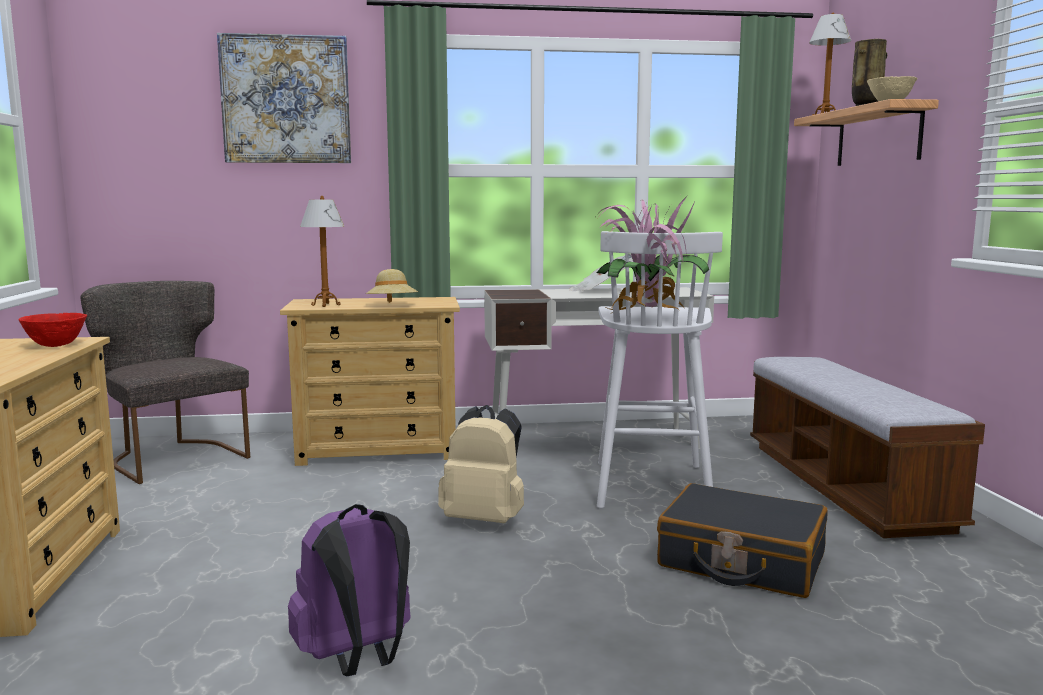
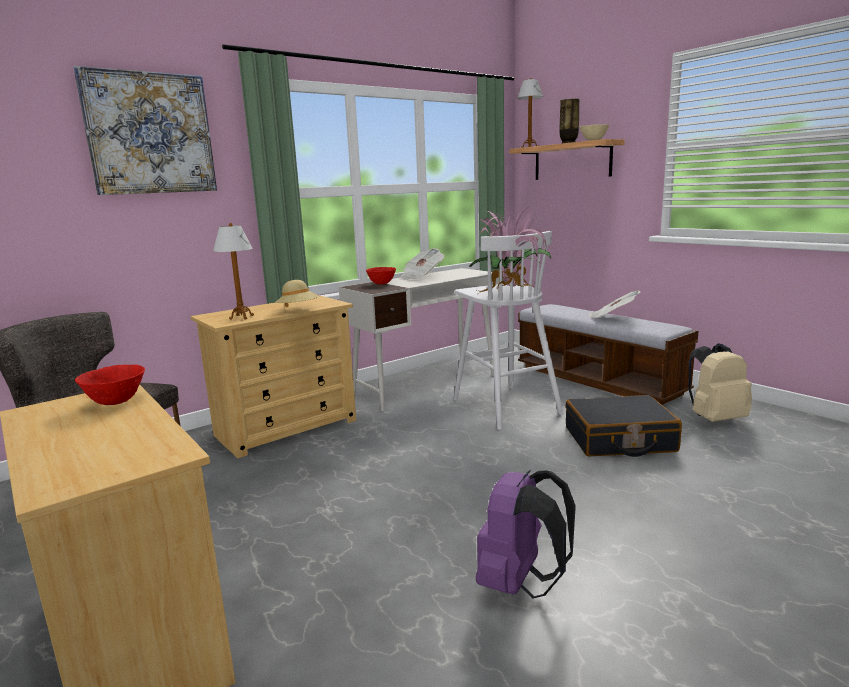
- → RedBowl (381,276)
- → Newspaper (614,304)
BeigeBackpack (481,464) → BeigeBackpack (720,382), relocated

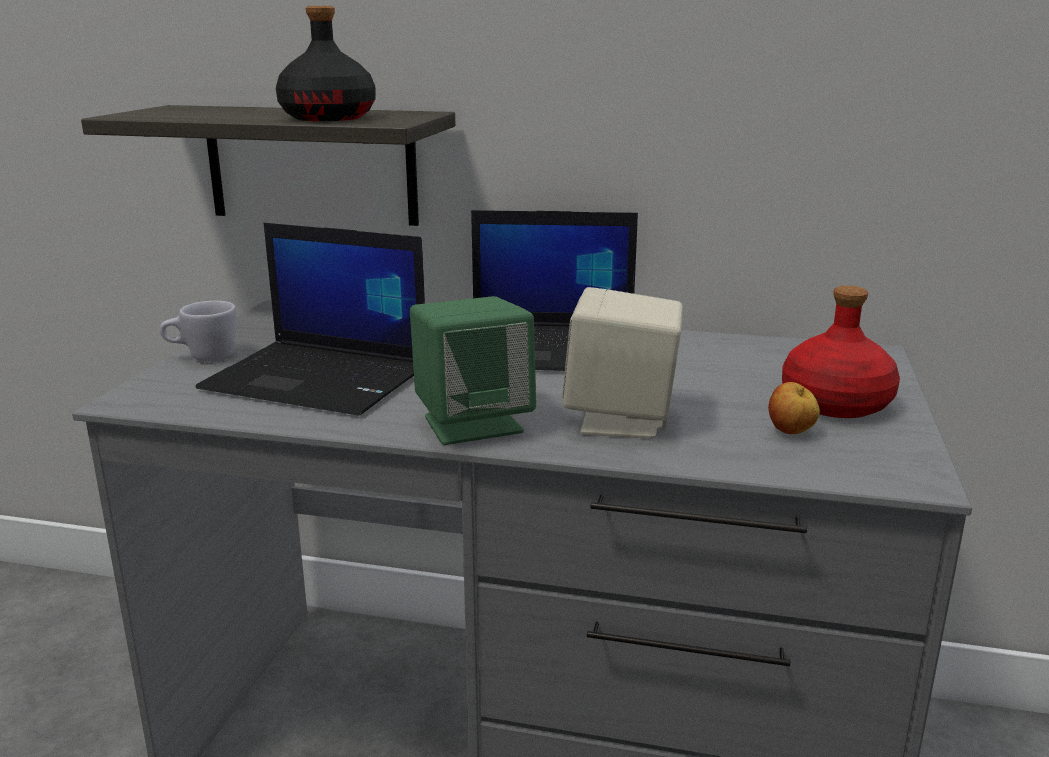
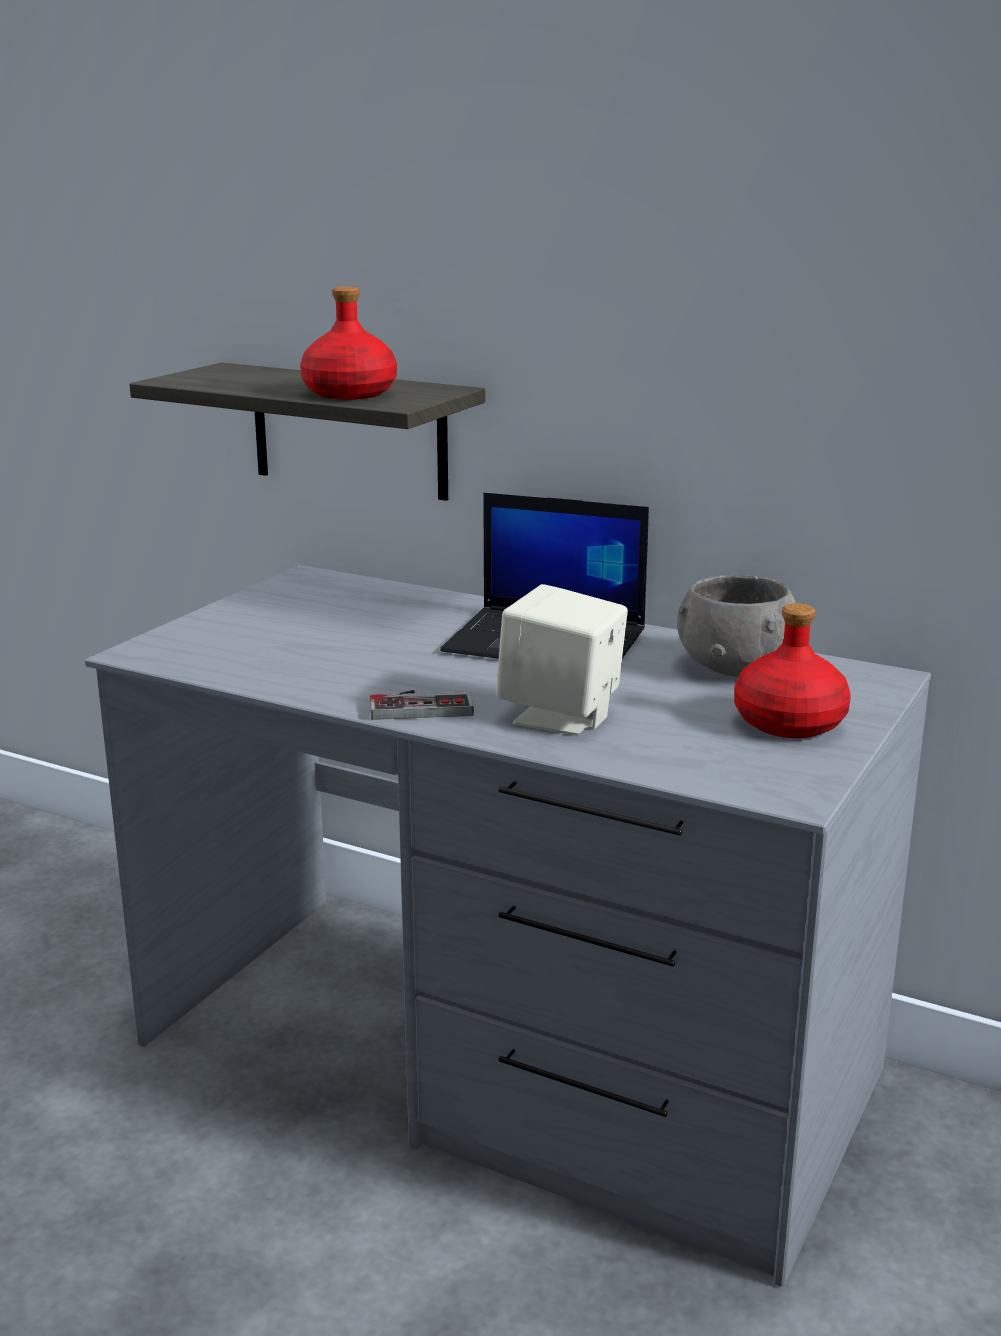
WhiteMug (198,331) → -
Laptop (310,319) → -
Apple (794,408) → -
- → GreyBowl (736,626)
GreenSpeaker (473,370) → GameController (422,705)
BlackBottle (325,63) → RedBottle (348,342)

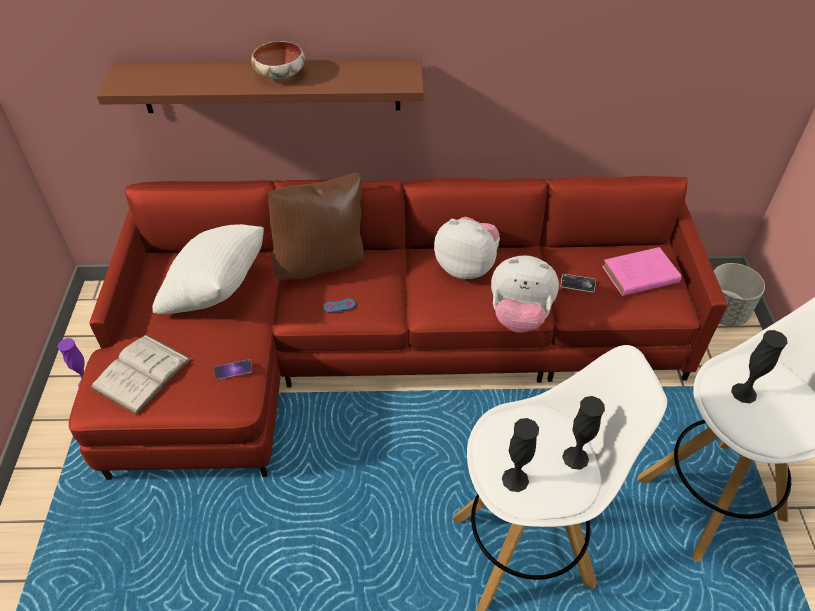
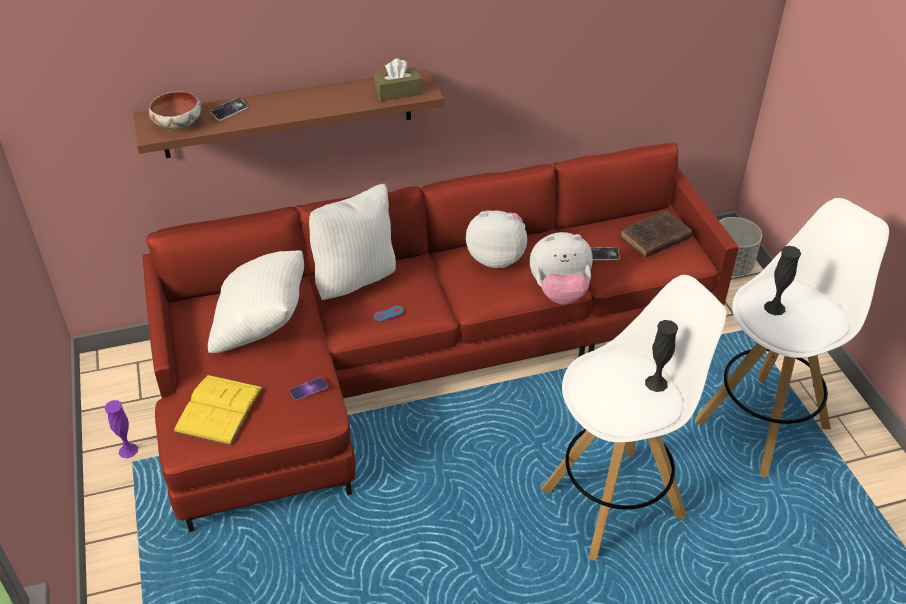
BlackVase (520,455) → -
- → Phone (229,109)
- → BrownTissueBox (398,79)
Bowl (278,60) → Bowl (175,110), relocated
WhiteBook (141,375) → YellowBook (218,410)
BrownPillow (315,226) → WhitePillow (352,242)
PinkBook (641,271) → BrownBook (656,234)

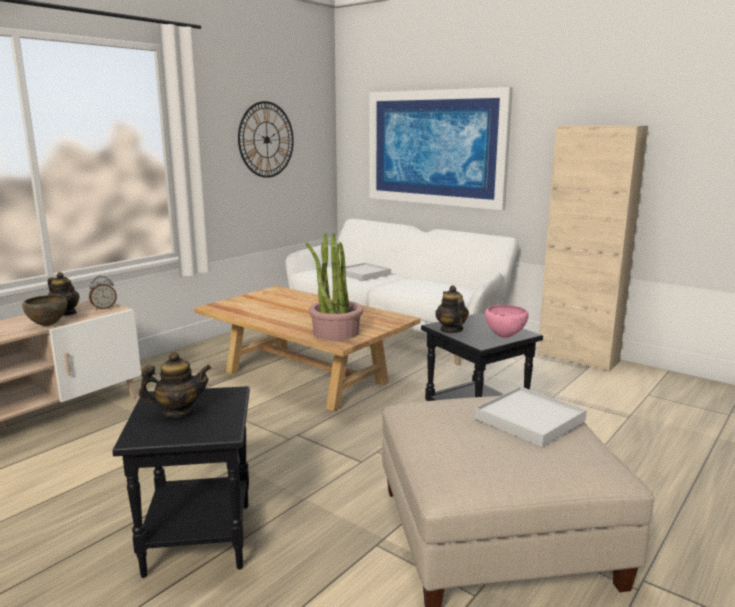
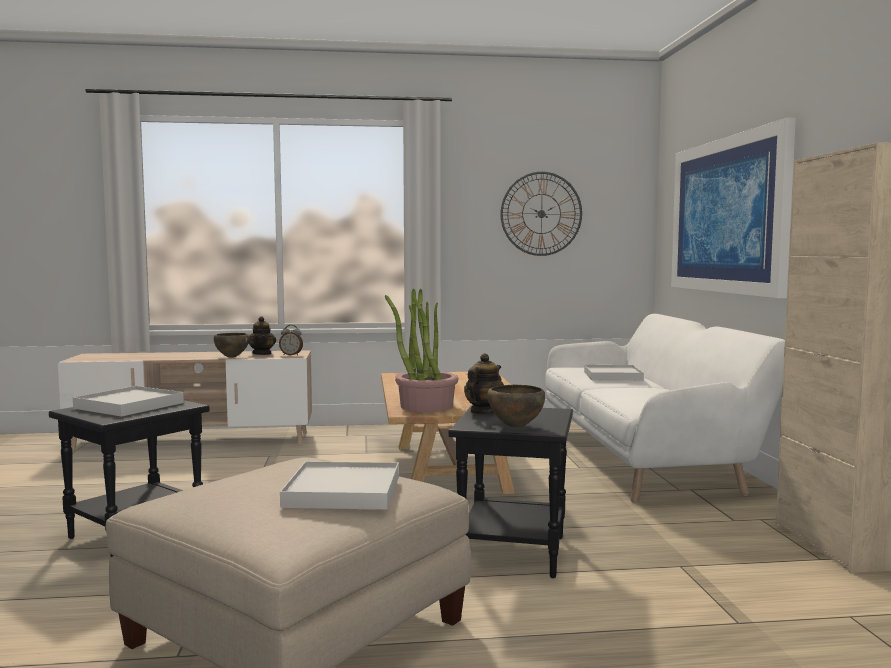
Teapot (175,385) → WhiteTray (128,401)
PinkBowl (506,321) → BrownBowl (516,406)

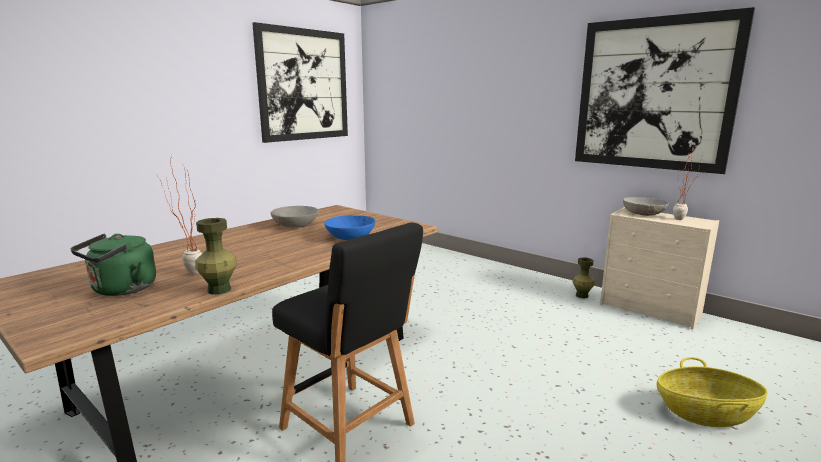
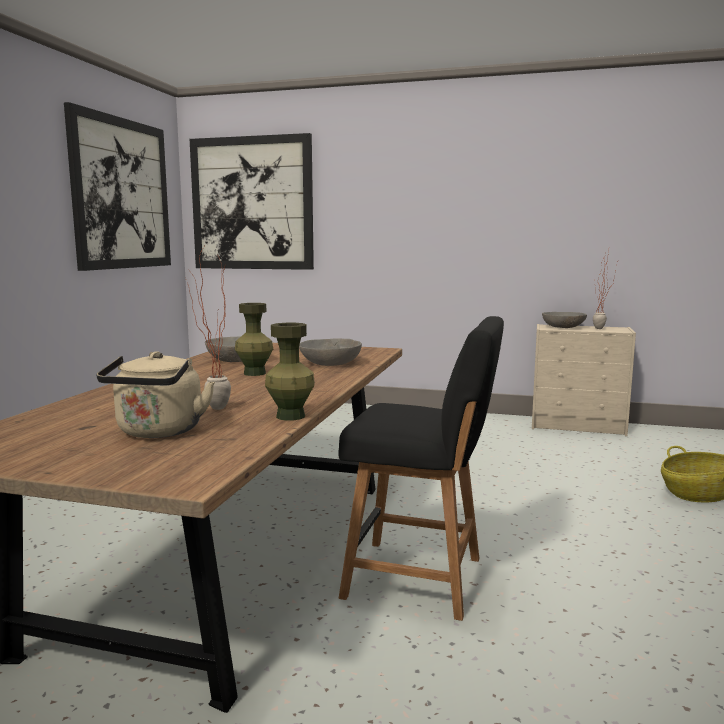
GreenVase (583,277) → GreenVase (254,339), relocated
Picture (665,90) → Picture (252,201), relocated
GreenKettle (113,265) → BeigeKettle (156,394)
BlueBowl (349,227) → GreyBowl (330,352)

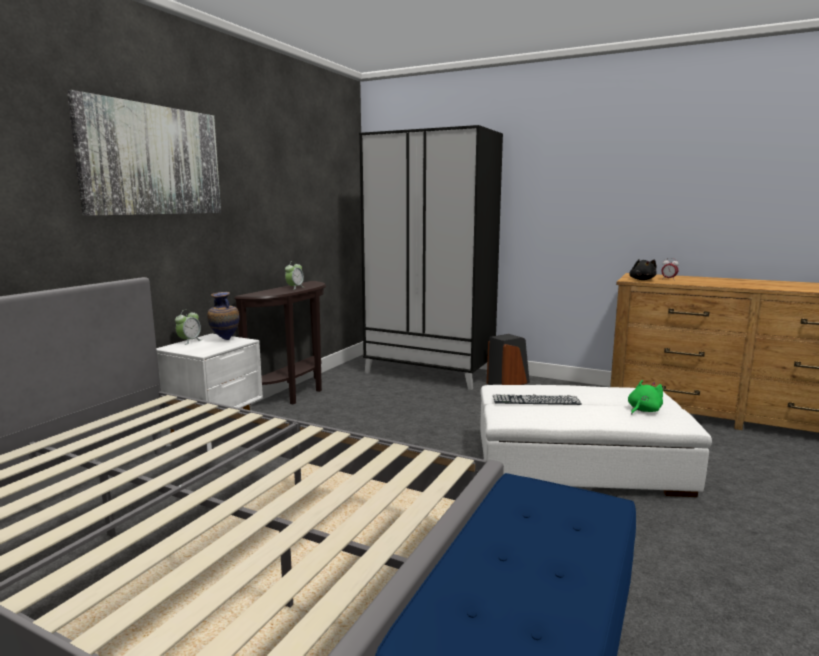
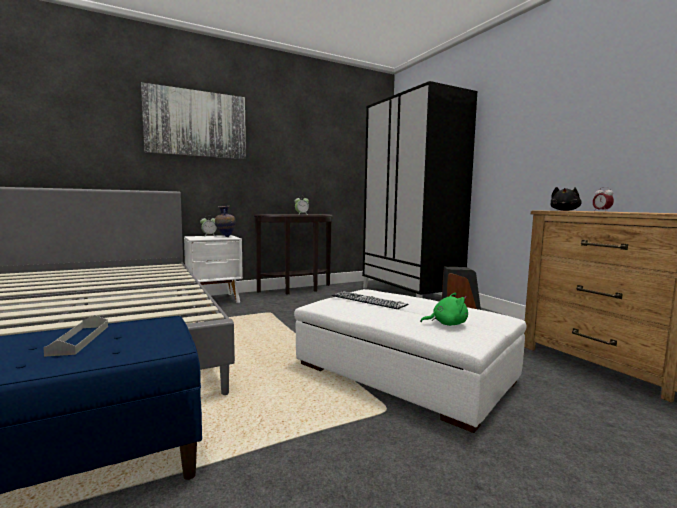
- → GreyTray (75,336)

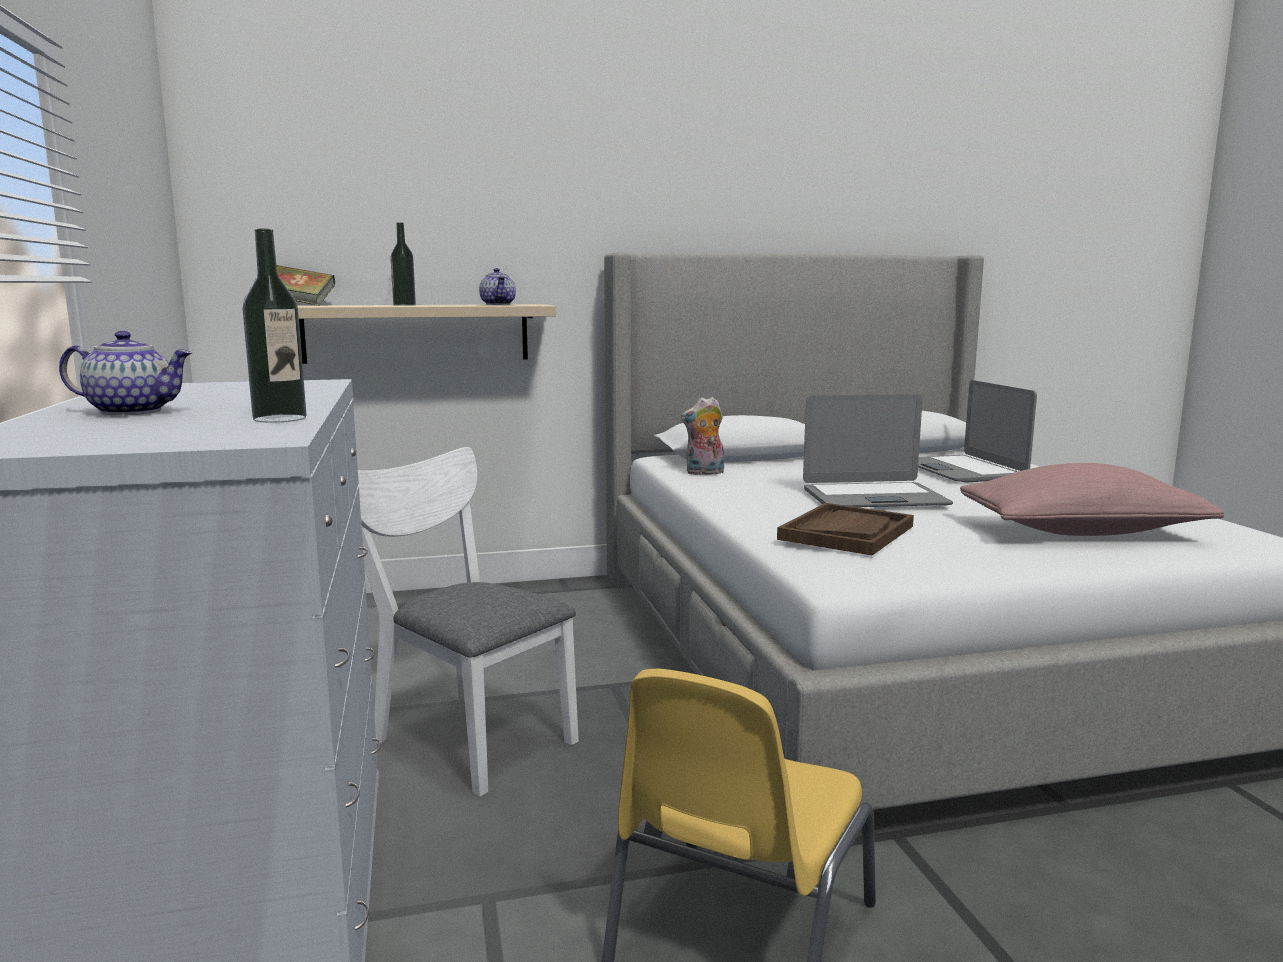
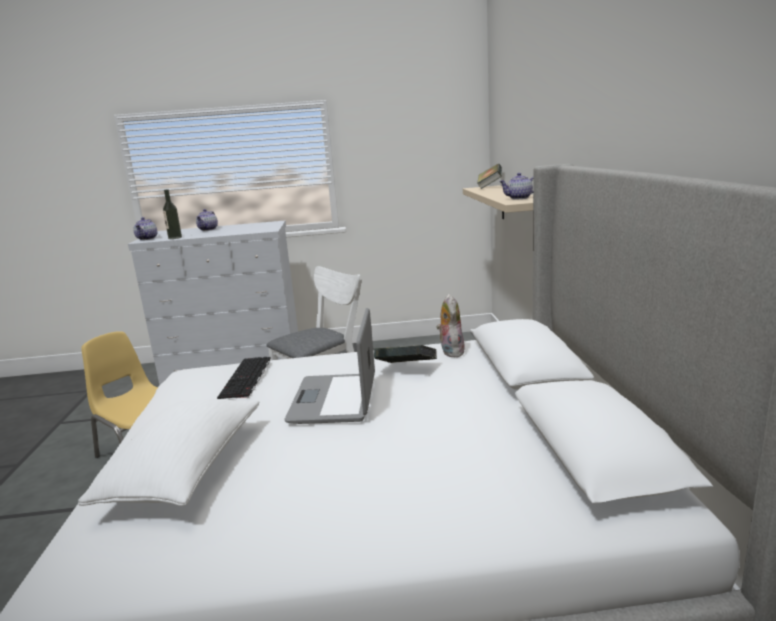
Bottle (403,264) → -
Laptop (977,431) → -
- → Teapot (145,228)
- → Book (405,354)
BrownTray (845,529) → Keyboard (244,378)
PinkPillow (1092,499) → WhitePillow (169,452)

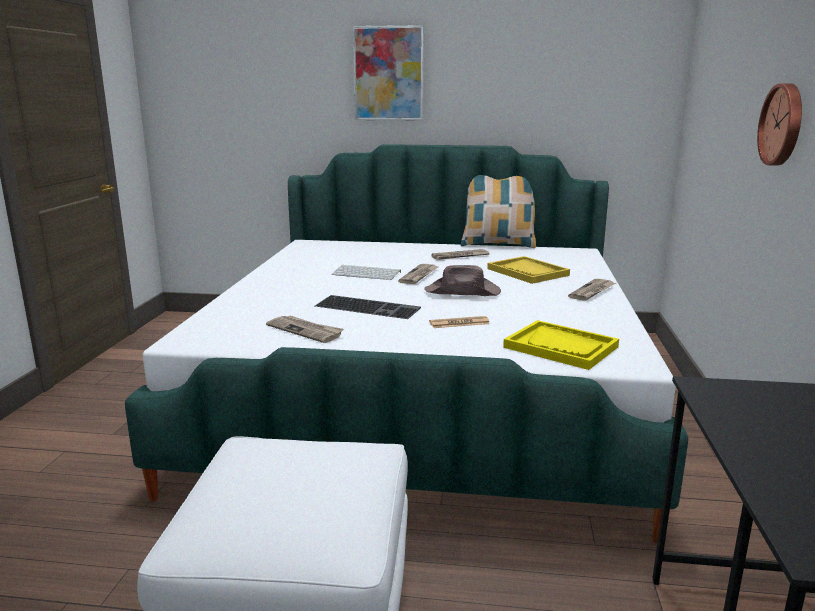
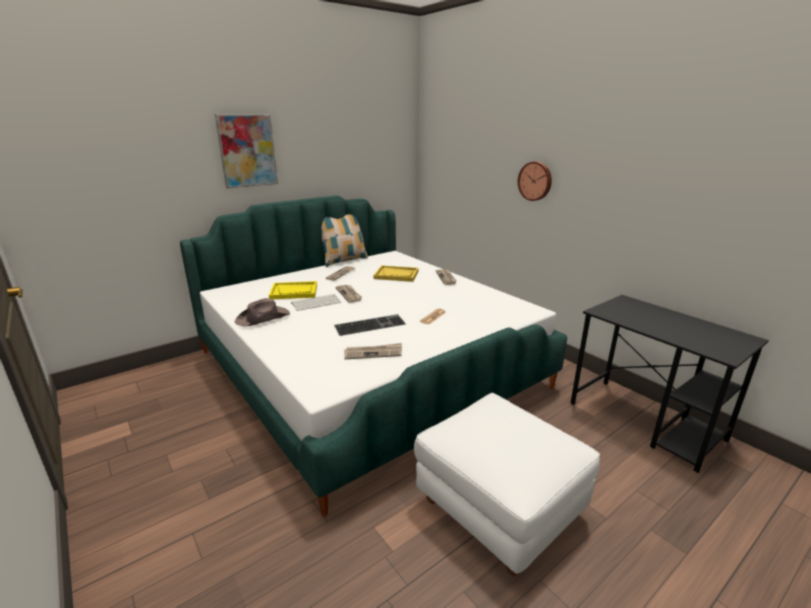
BrownHat (462,280) → BrownHat (262,312), relocated
YellowTray (561,345) → YellowTray (293,290), relocated

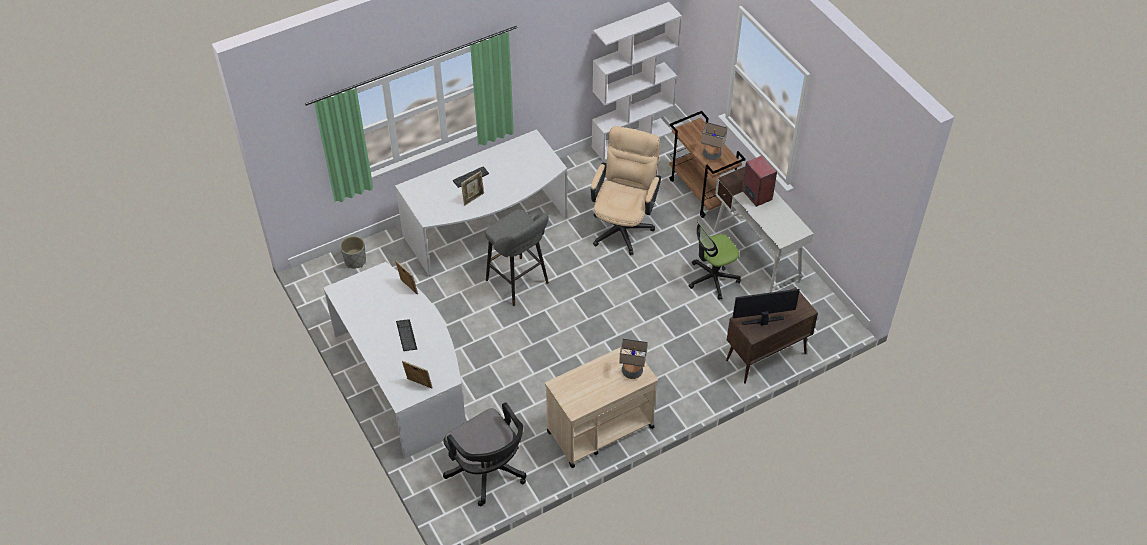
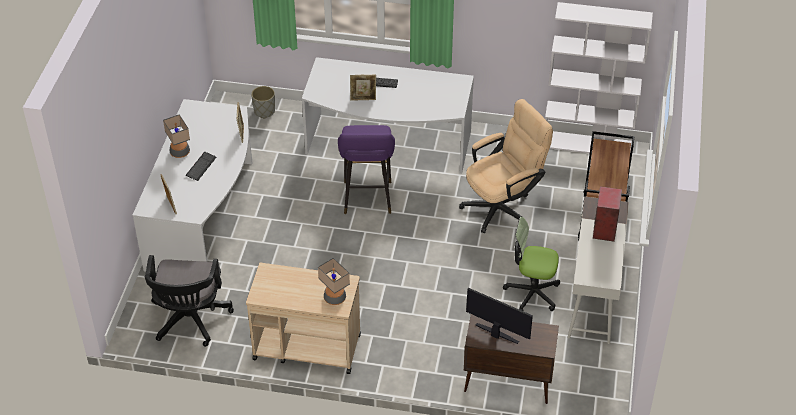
TableLamp (714,141) → TableLamp (176,136), relocated
GreyStool (517,257) → PurpleStool (366,169)

